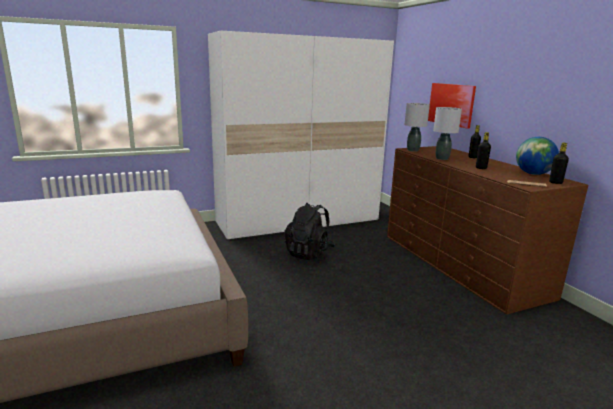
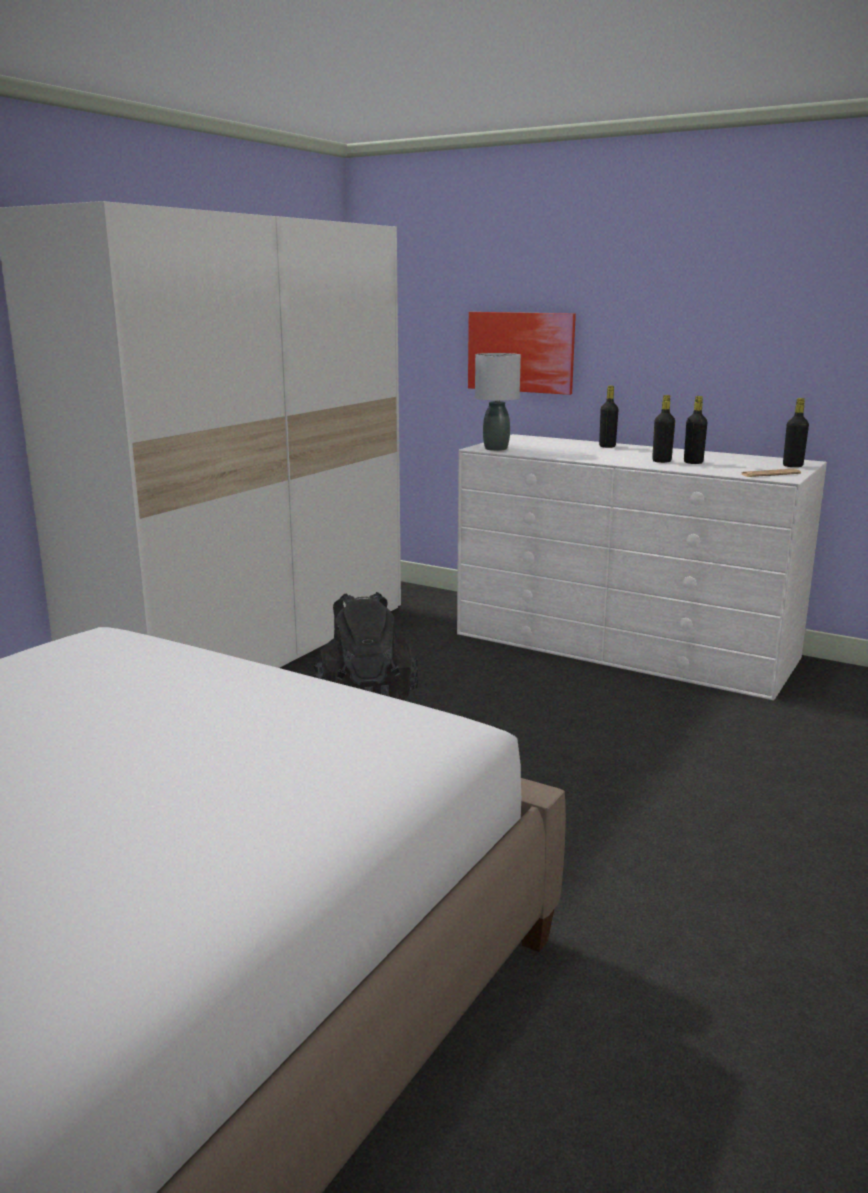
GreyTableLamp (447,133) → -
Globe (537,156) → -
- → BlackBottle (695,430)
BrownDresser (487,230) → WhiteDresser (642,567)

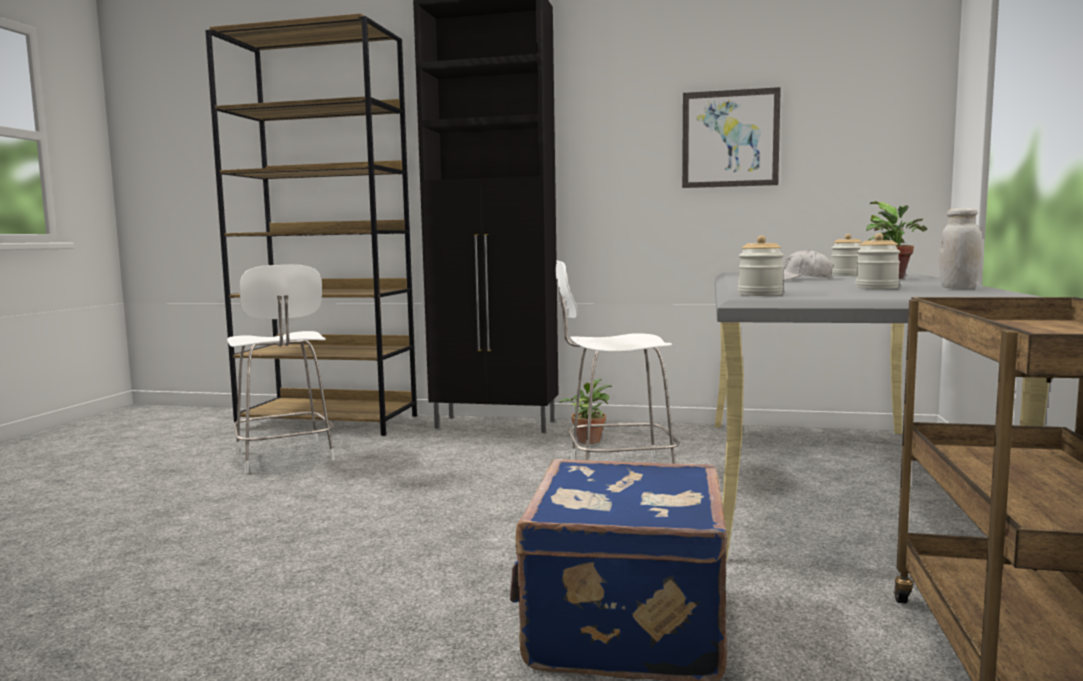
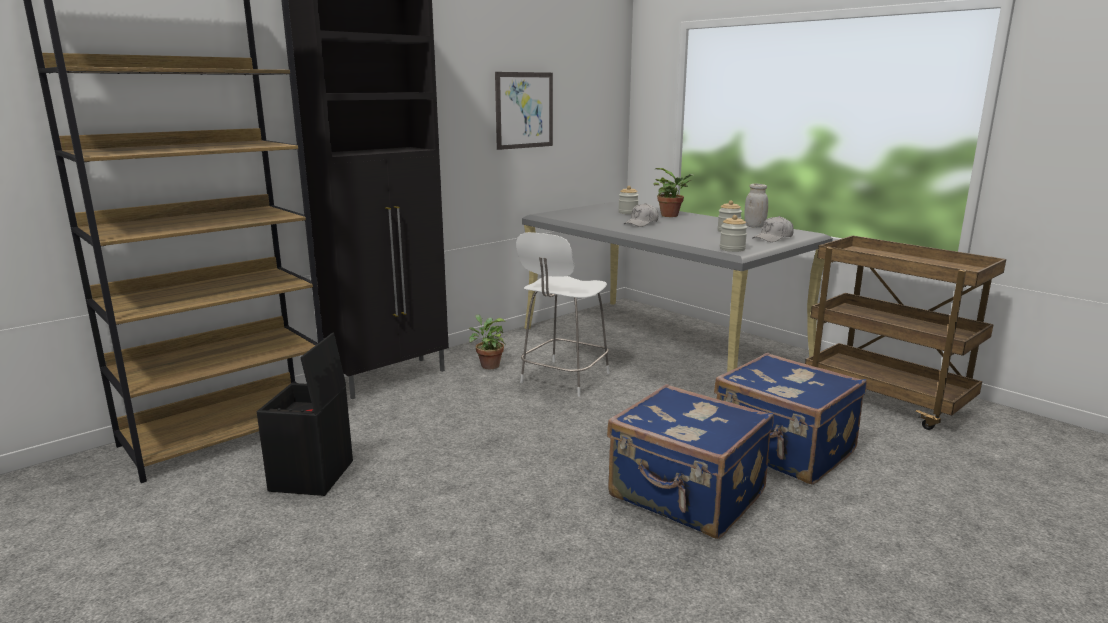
- → BlueSuitcase (690,461)
- → WhiteCap (773,229)
WhiteChair (281,369) → BlackStorageBox (305,414)

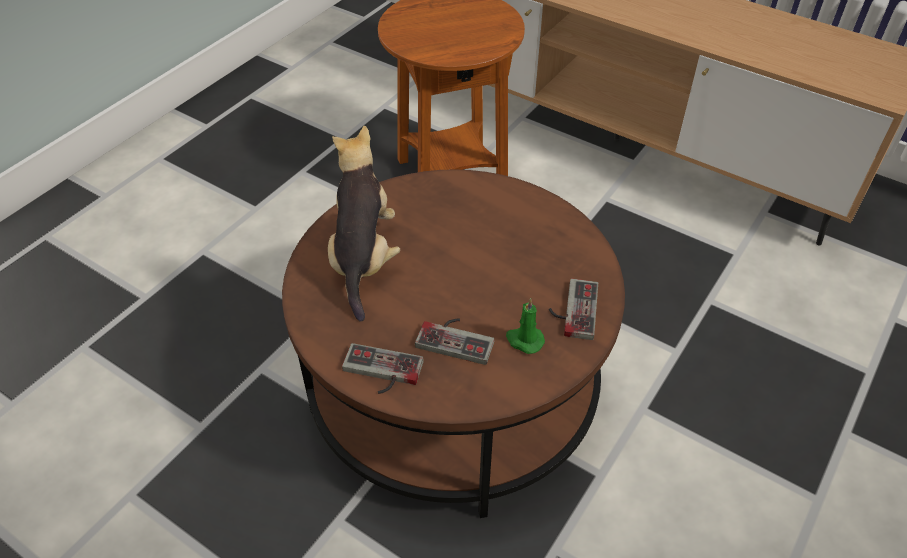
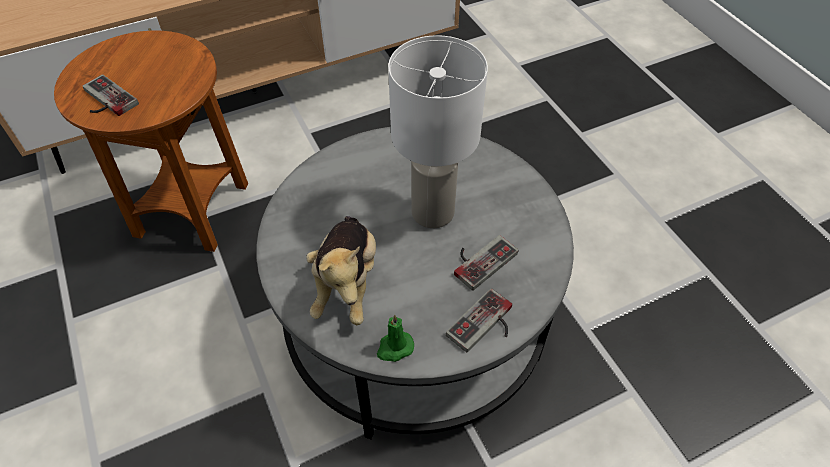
- → WhiteTableLamp (438,131)
GreenCandle (525,326) → GreenCandle (395,338), relocated
GameController (573,309) → GameController (111,95), relocated
BrownCoffeeTable (453,343) → GreyCoffeeTable (415,283)
PlushToy (364,224) → PlushToy (341,270), 120 degrees counterclockwise

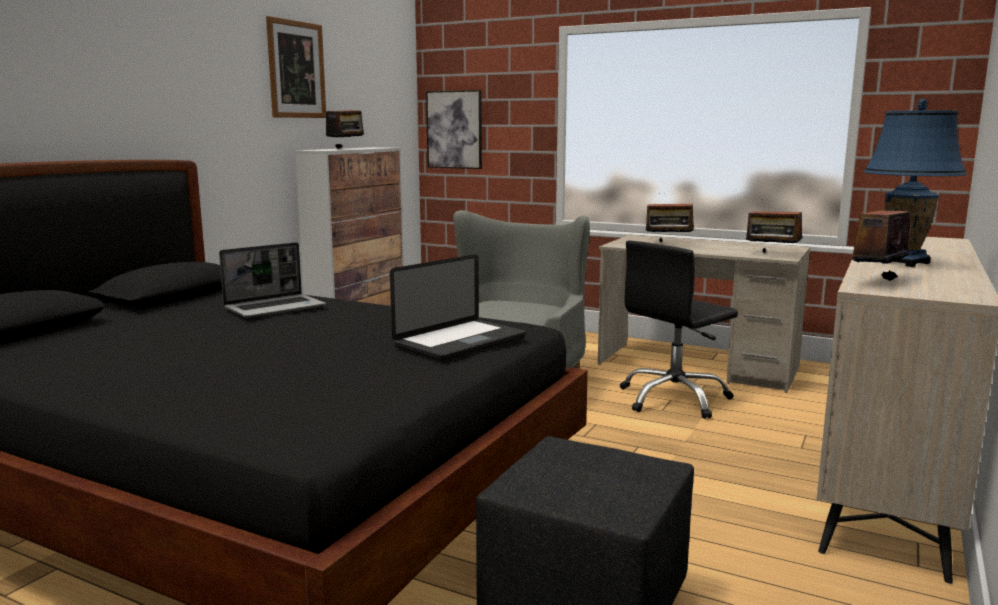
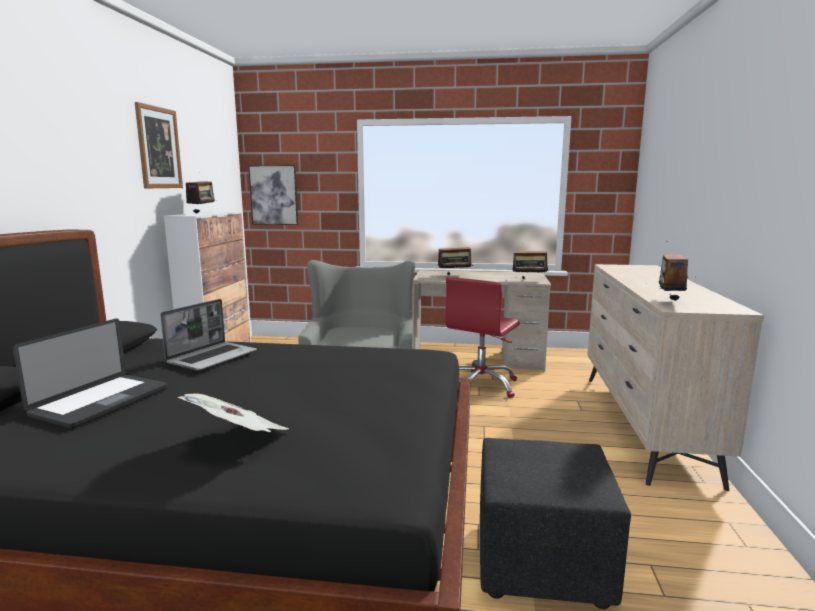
BlueTableLamp (915,183) → -
- → Newspaper (233,413)
Laptop (458,307) → Laptop (90,374), relocated
BlackOfficeChair (679,330) → RedOfficeChair (483,337)

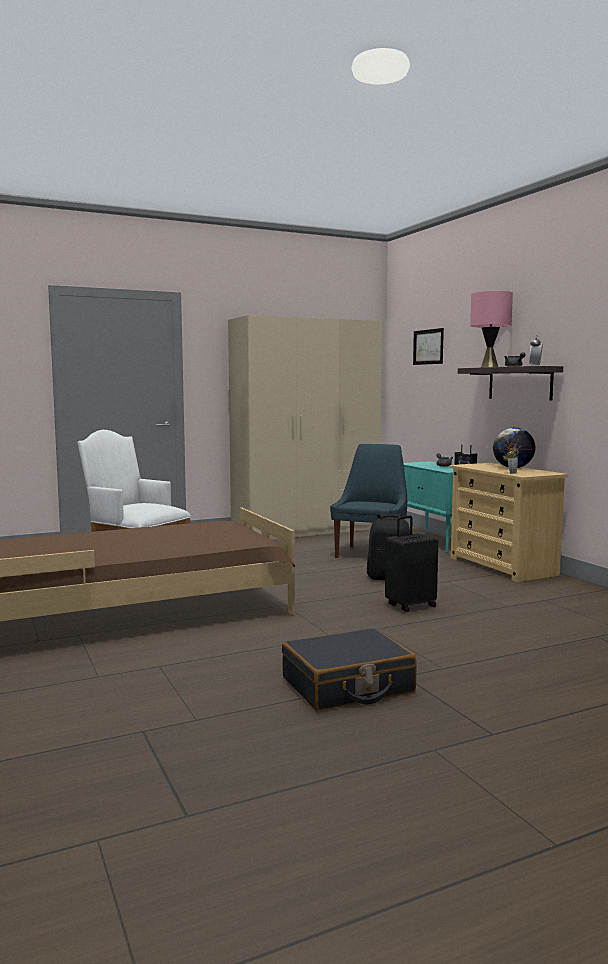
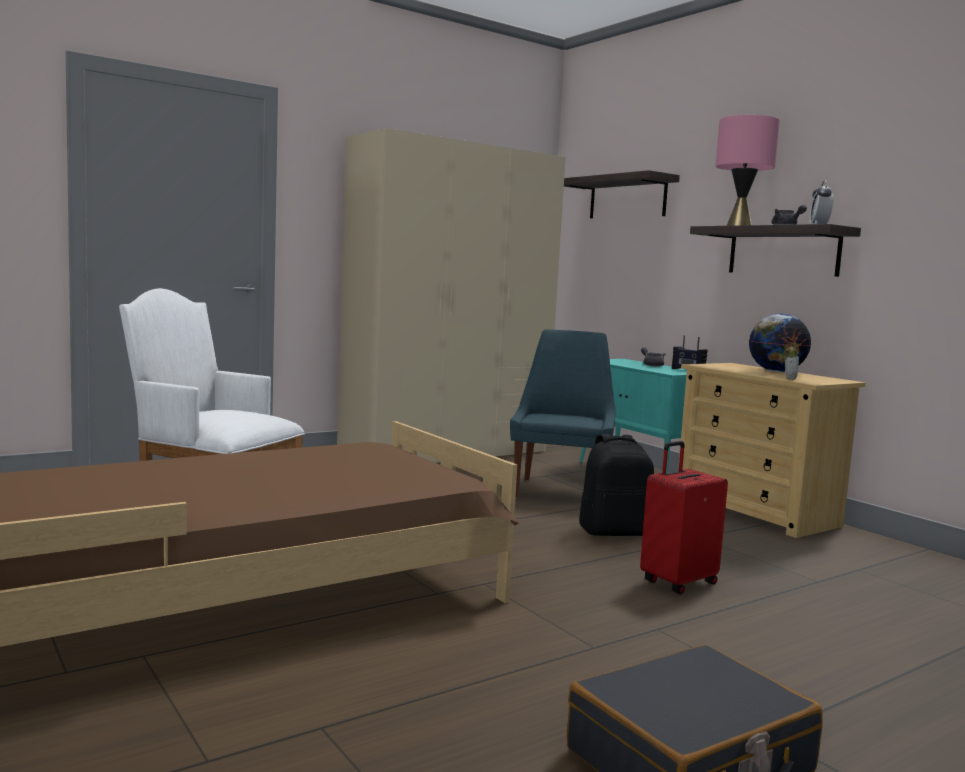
Picture (428,346) → Shelf (622,194)
BlackSuitcase (411,563) → RedSuitcase (684,517)

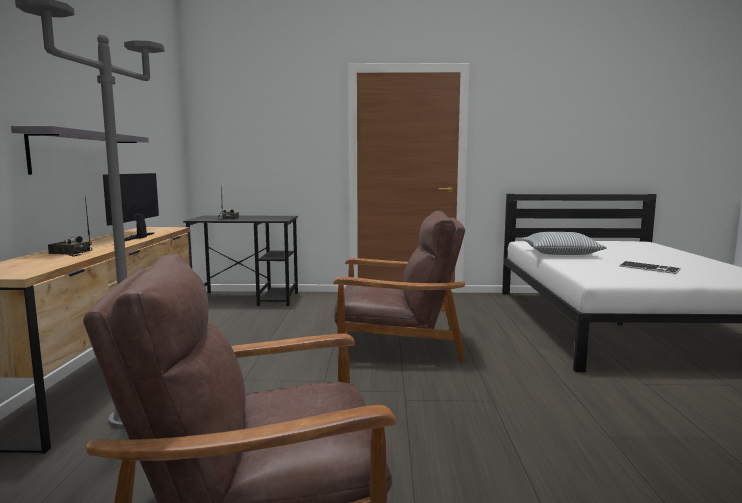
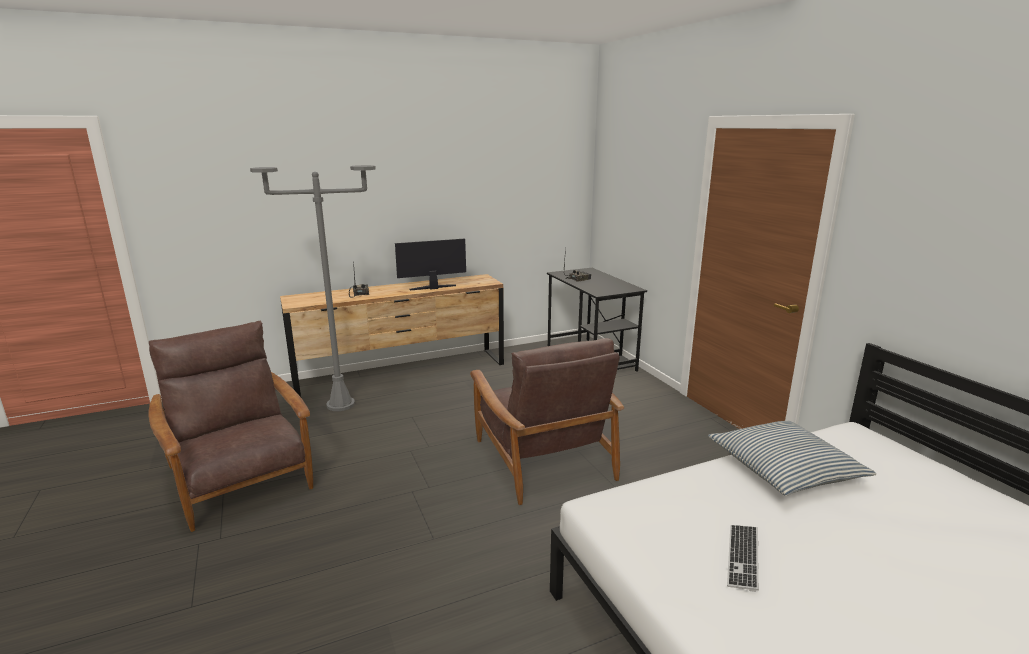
GreyShelf (80,150) → -

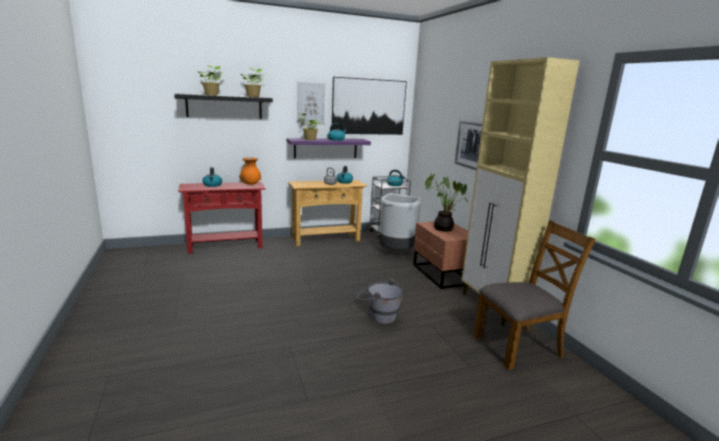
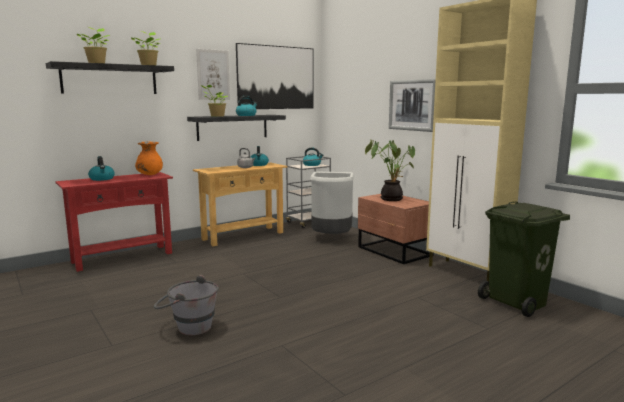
GreyBucket (380,301) → GreyBucket (186,305), relocated
BrownChair (534,295) → GreenTrashCan (524,259)
PurpleShelf (328,148) → BlackShelf (236,128)

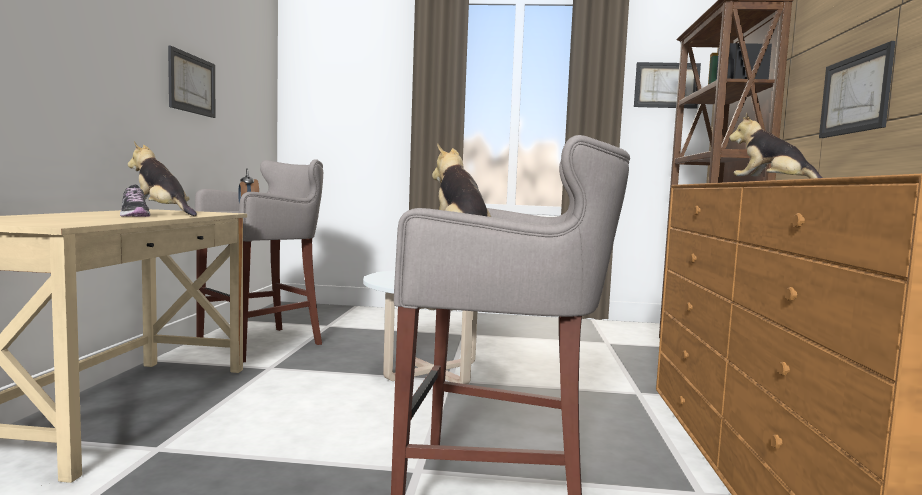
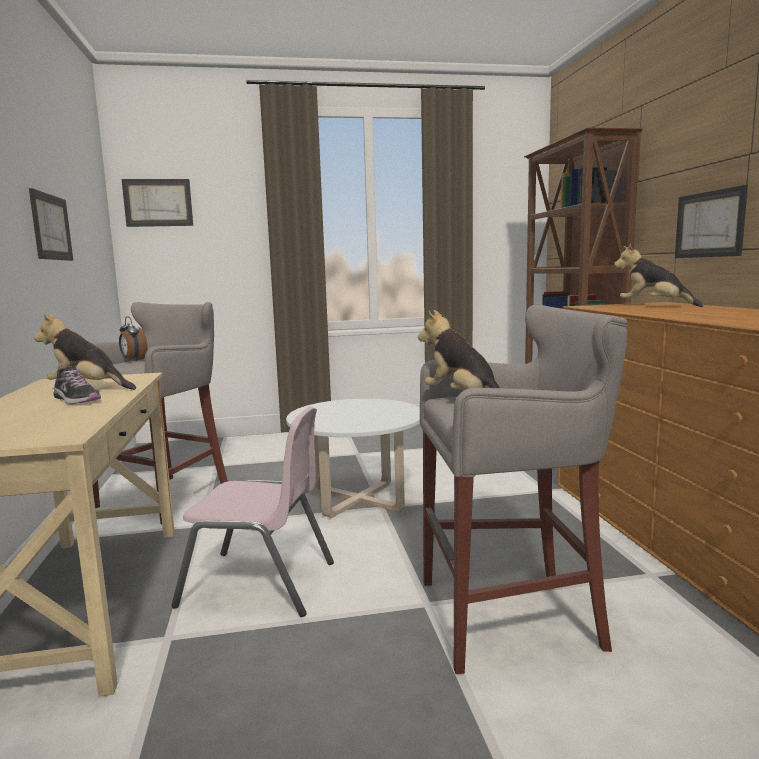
- → PinkChair (252,511)
Picture (667,85) → Picture (157,203), relocated

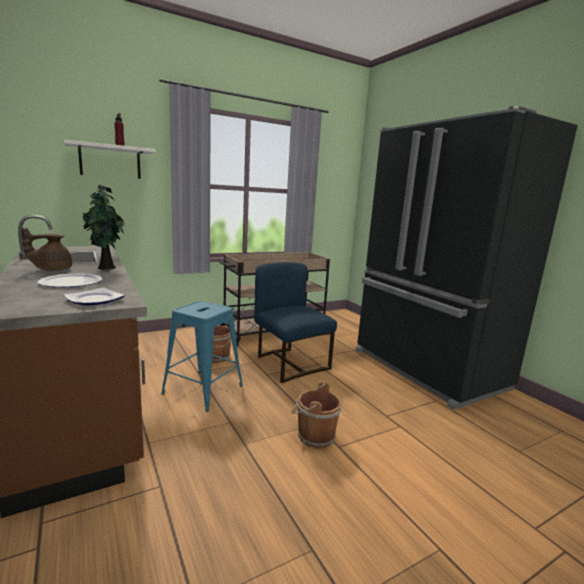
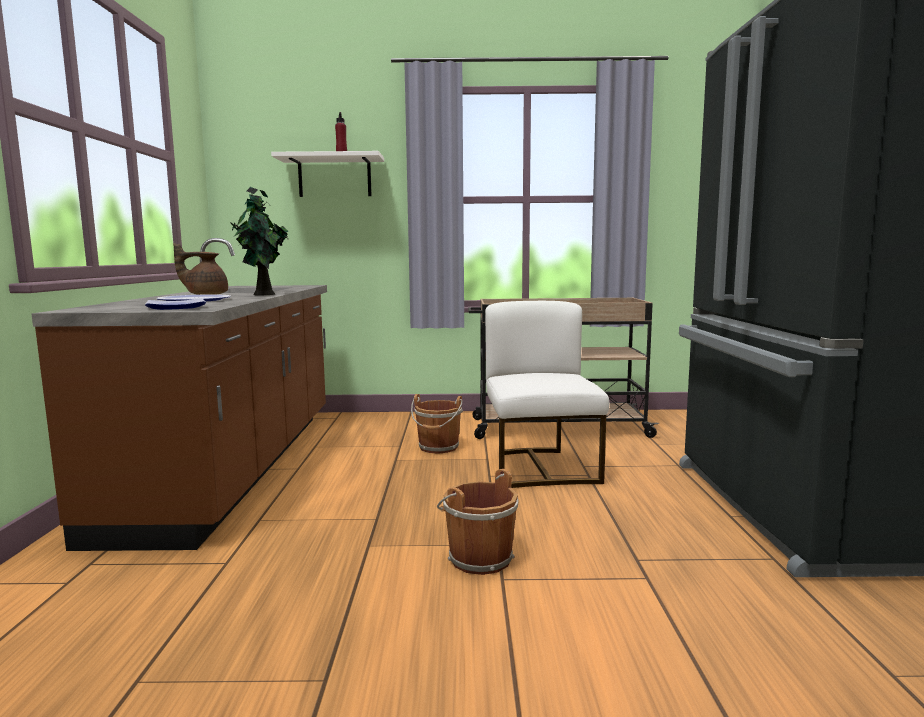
BlueStool (202,356) → -
BlueChair (295,322) → WhiteChair (547,394)

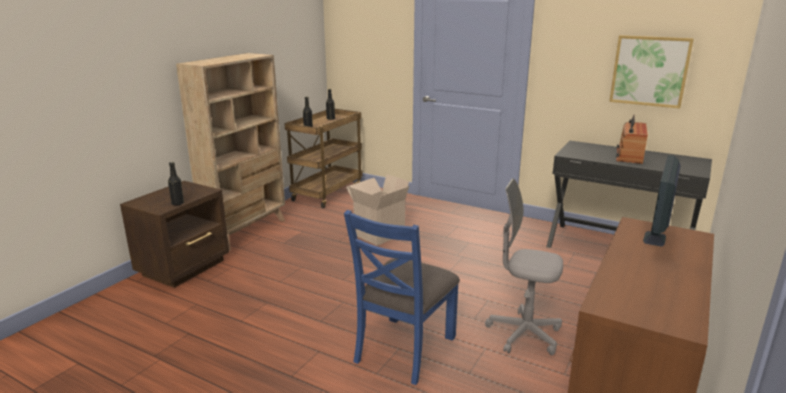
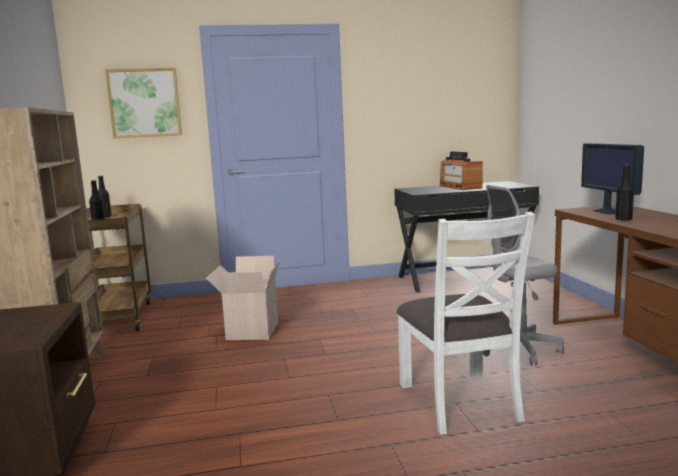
BlackBottle (176,184) → BlackBottle (624,192), relocated
Picture (651,72) → Picture (143,103), relocated
BlueChair (402,297) → WhiteChair (465,323)

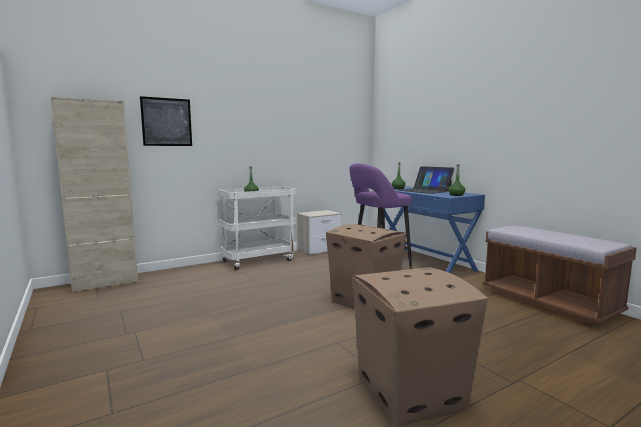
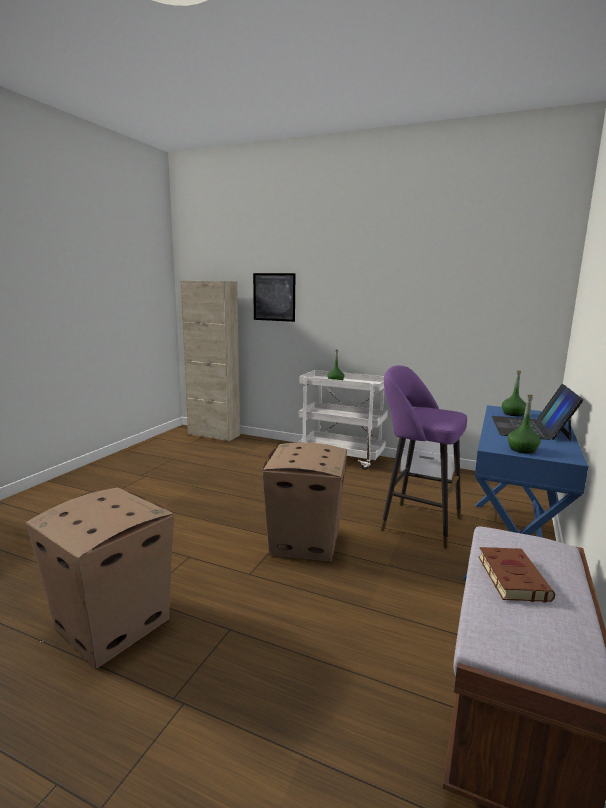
- → BrownBook (516,574)

